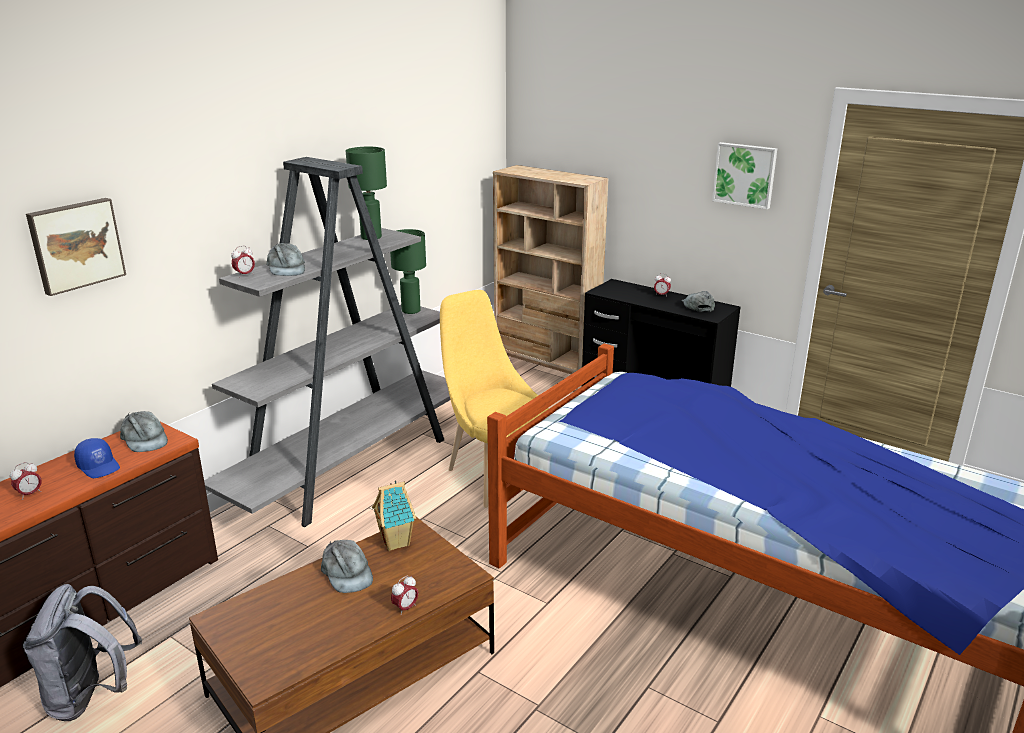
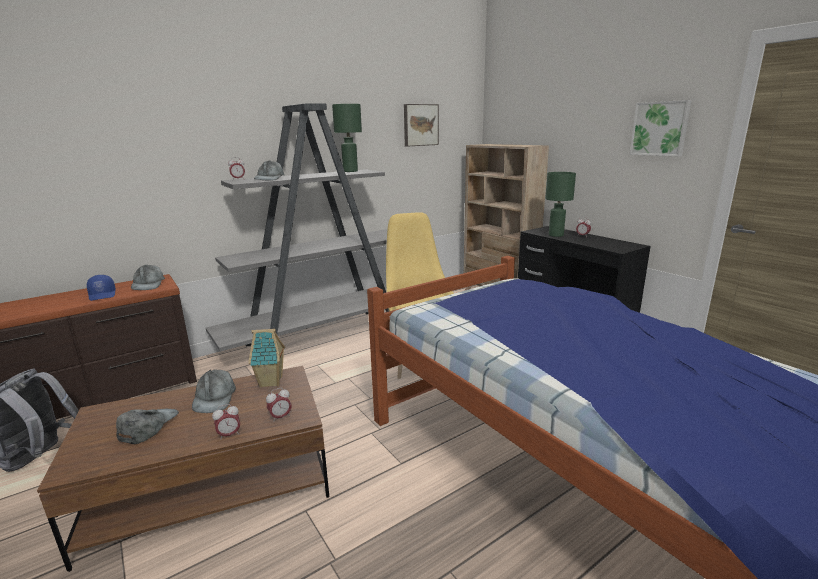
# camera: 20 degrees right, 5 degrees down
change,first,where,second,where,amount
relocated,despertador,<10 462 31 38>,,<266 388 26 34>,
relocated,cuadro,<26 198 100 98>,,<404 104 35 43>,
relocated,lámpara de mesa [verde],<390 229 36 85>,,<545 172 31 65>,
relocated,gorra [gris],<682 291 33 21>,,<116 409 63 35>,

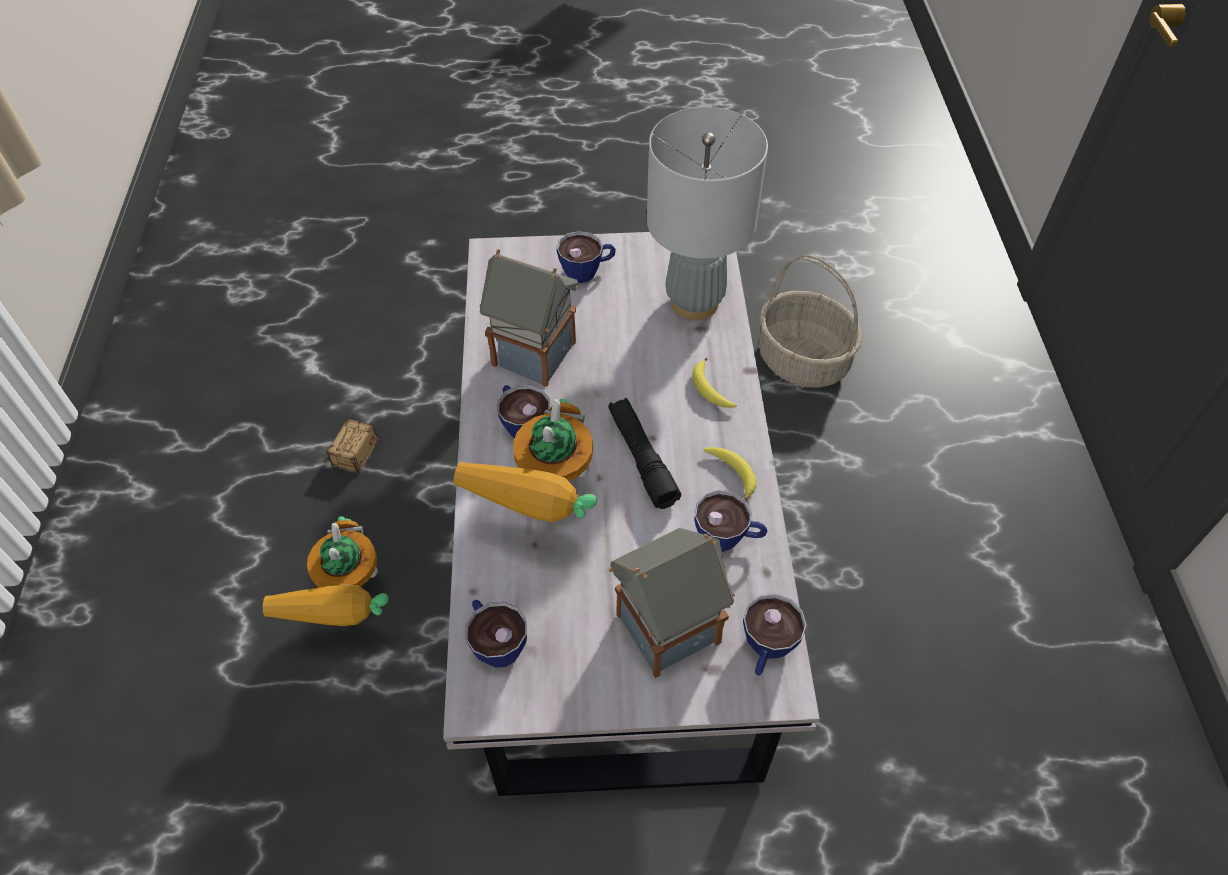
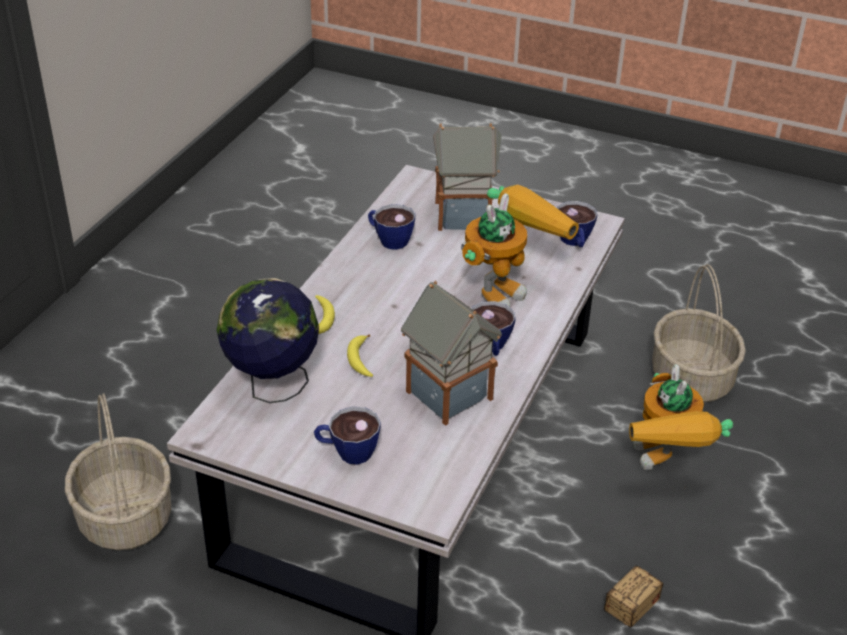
# camera: 155 degrees left, 15 degrees down
change,first,where,second,where,amount
spun,robot de juguete,<263 516 126 110>,,<629 364 104 106>,150 degrees clockwise
missing,linterna [negro],<608 398 73 111>,,,
exchanged,lámpara de mesa [gris],<647 107 121 213>,globo terráqueo,<217 278 102 125>,
relocated,plátano,<704 447 52 53>,,<347 334 26 43>,
missing,taza,<743 594 64 81>,,,
appeared,,,cesta,<652 264 94 139>,

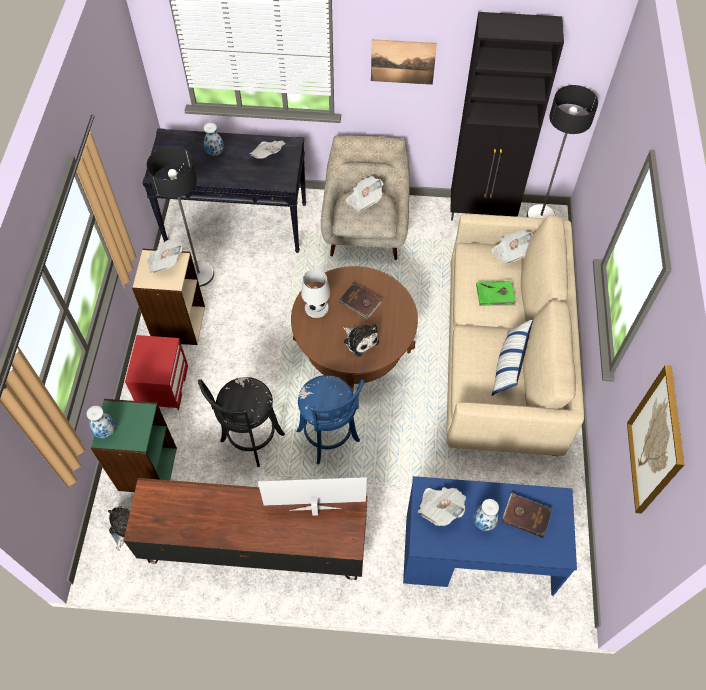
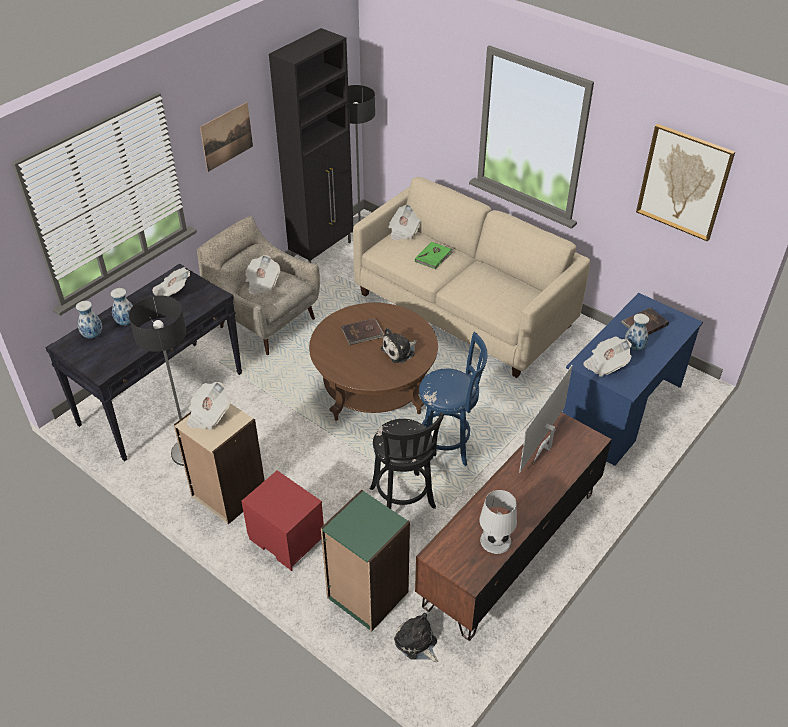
# camera: 55 degrees left, 15 degrees down
change,first,where,second,where,amount
relocated,florero,<87 406 28 32>,,<76 301 26 38>,
relocated,lámpara de mesa [blanco],<301 269 29 49>,,<479 490 38 64>,
spun,peluche,<343 324 36 33>,,<381 328 36 35>,150 degrees clockwise
missing,cojín,<492 318 42 78>,,,

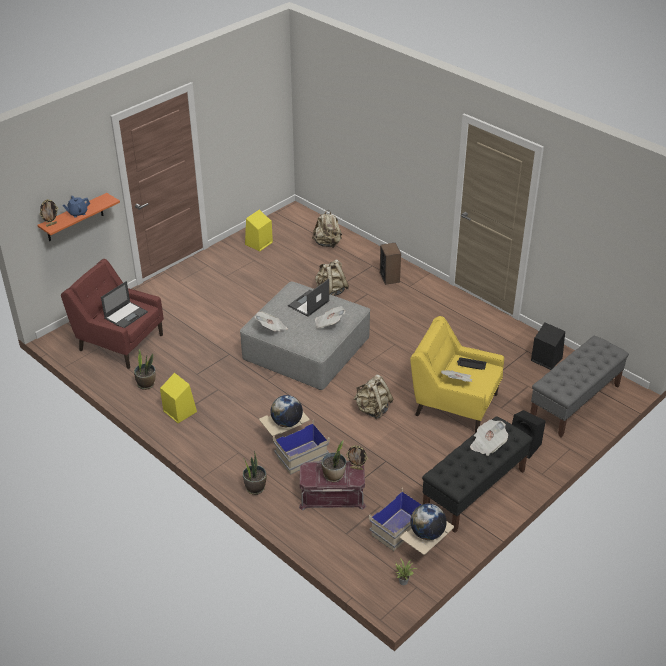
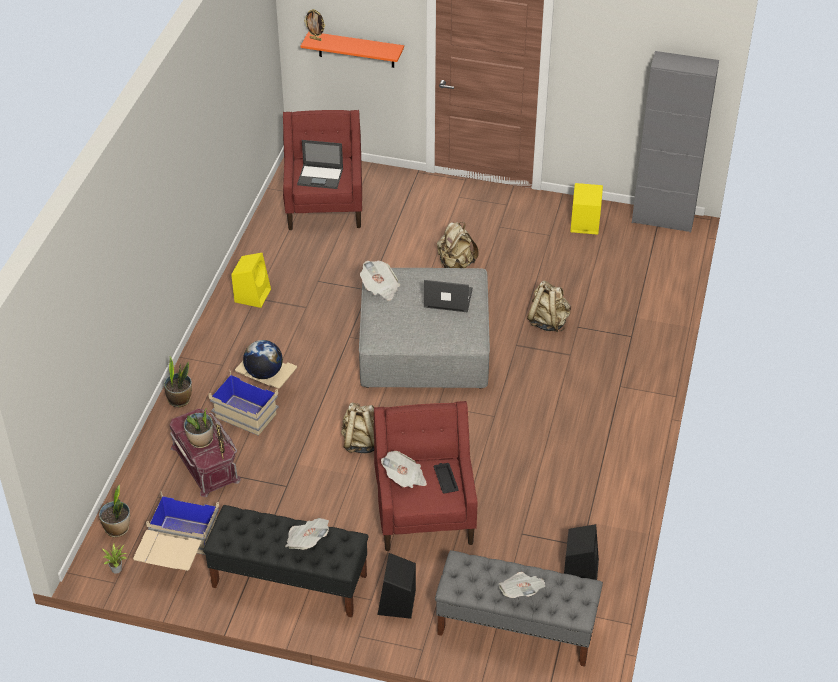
# camera: 60 degrees right, 5 degrees up
change,first,where,second,where,amount
missing,tetera [azul],<62 196 28 21>,,,
relocated,planta en maceta,<134 350 22 40>,,<99 484 31 53>,
relocated,mochila [beis],<312 210 30 38>,,<437 222 42 46>,
relocated,periódico,<315 306 30 22>,,<499 572 46 26>,
missing,altavoz,<380 243 21 42>,,,
colour,sillón [amarillo],<410 316 94 117>,sillón [rojo],<374 401 103 150>,
missing,globo terráqueo,<410 504 37 36>,,,
appeared,,,armario [gris],<632 51 87 182>,

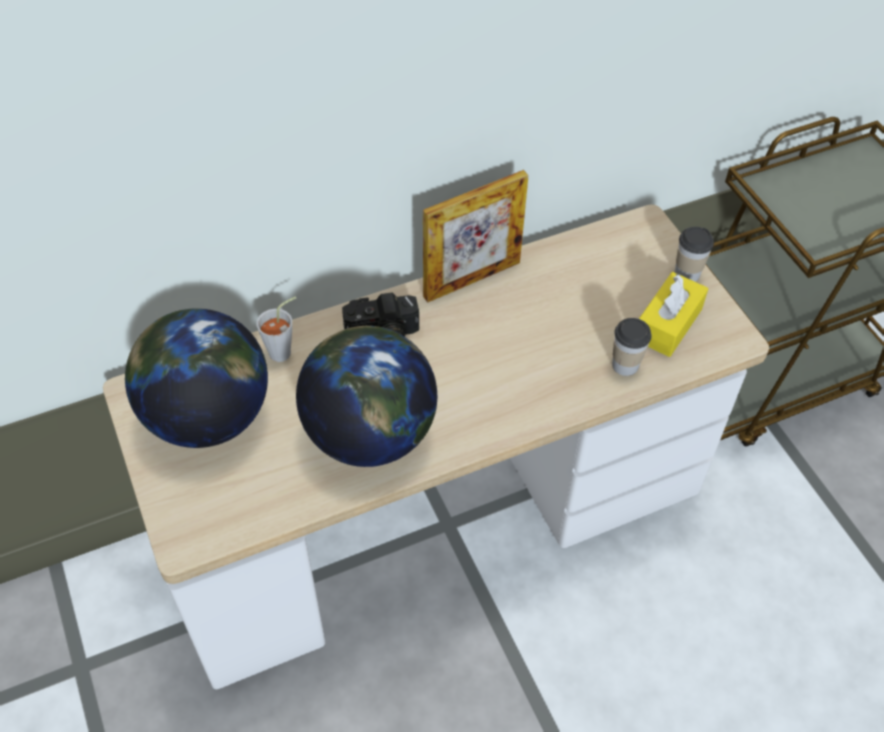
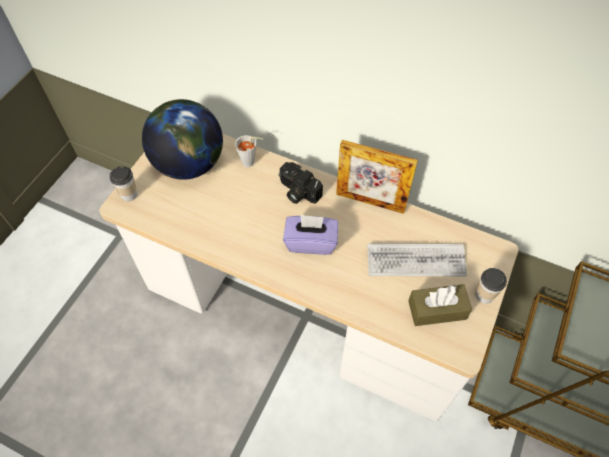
# camera: 50 degrees right, 5 degrees up
change,first,where,second,where,amount
missing,globo terráqueo,<296 326 141 141>,,,
relocated,taza,<612 318 40 58>,,<109 166 29 35>,
colour,caja de pañuelos [amarillo],<639 272 69 85>,caja de pañuelos [marrón],<408 284 64 42>,
appeared,,,caja de pañuelos [morado],<283 214 55 41>,
appeared,,,teclado,<367 244 100 32>,

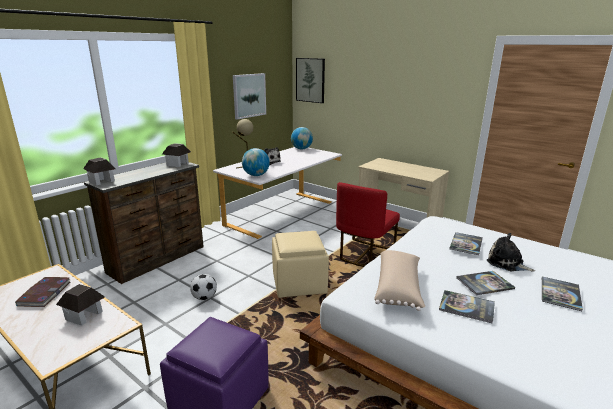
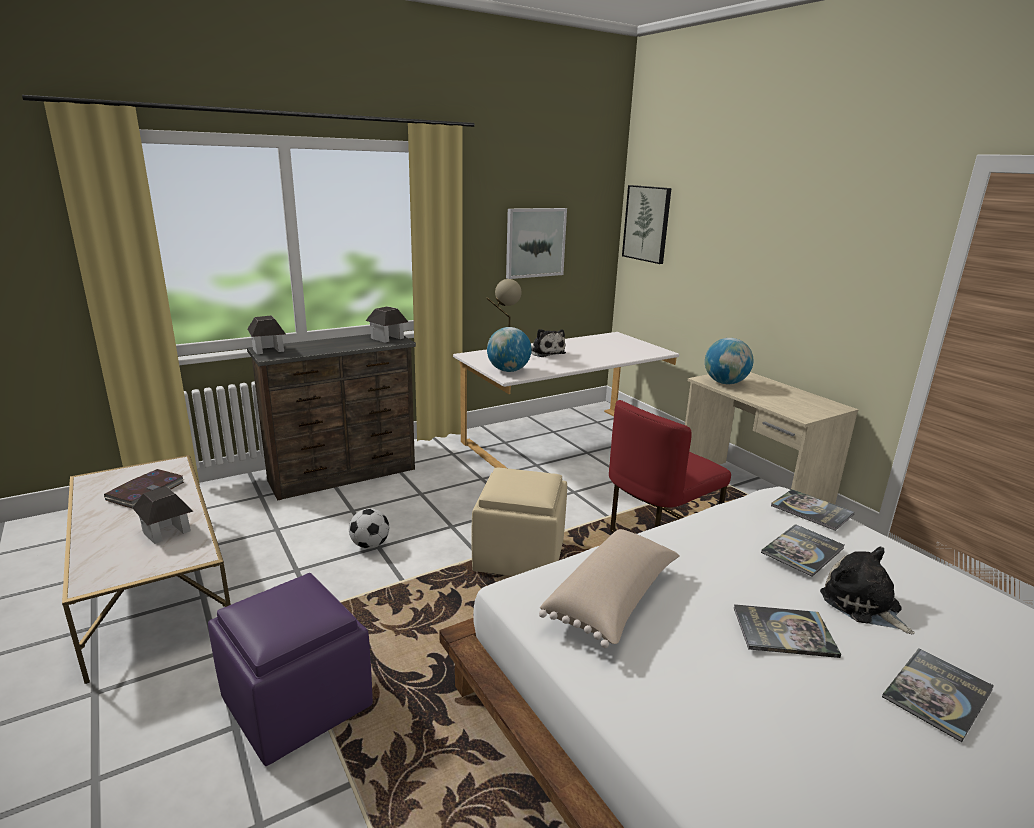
# camera: 20 degrees right, 0 degrees up
change,first,where,second,where,amount
relocated,globo terráqueo,<291 127 22 22>,,<705 338 48 46>,
relocated,libro,<439 290 56 34>,,<771 489 84 42>,

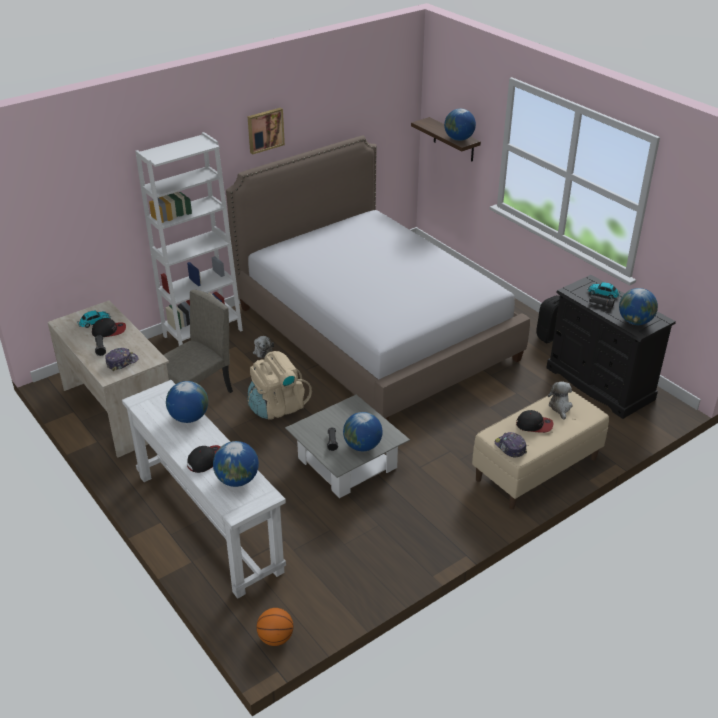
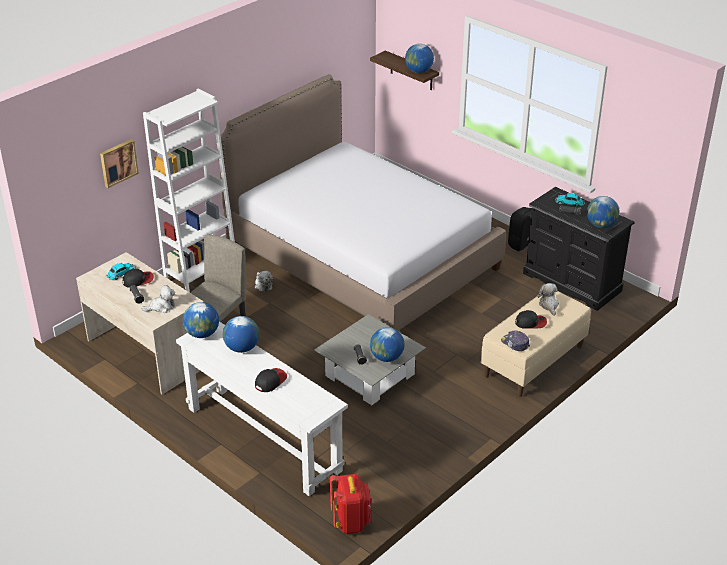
# camera: 10 degrees left, 0 degrees up
change,first,where,second,where,amount
exchanged,gorra,<106 348 33 23>,peluche,<141 285 34 28>,
relocated,globo terráqueo,<213 441 46 46>,,<183 302 36 36>,
relocated,cuadro,<247 108 38 46>,,<100 139 39 49>,
missing,mochila [beis],<247 351 65 69>,,,
exchanged,balón de baloncesto,<257 608 36 38>,mochila [rojo],<330 474 42 60>,

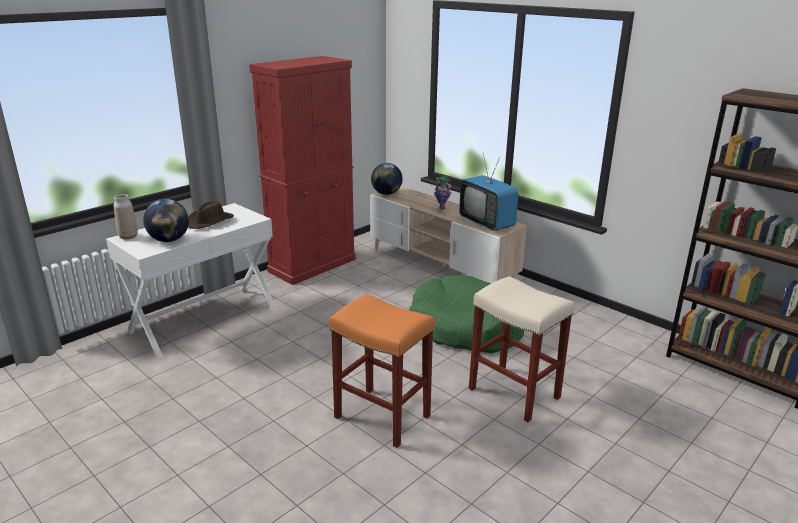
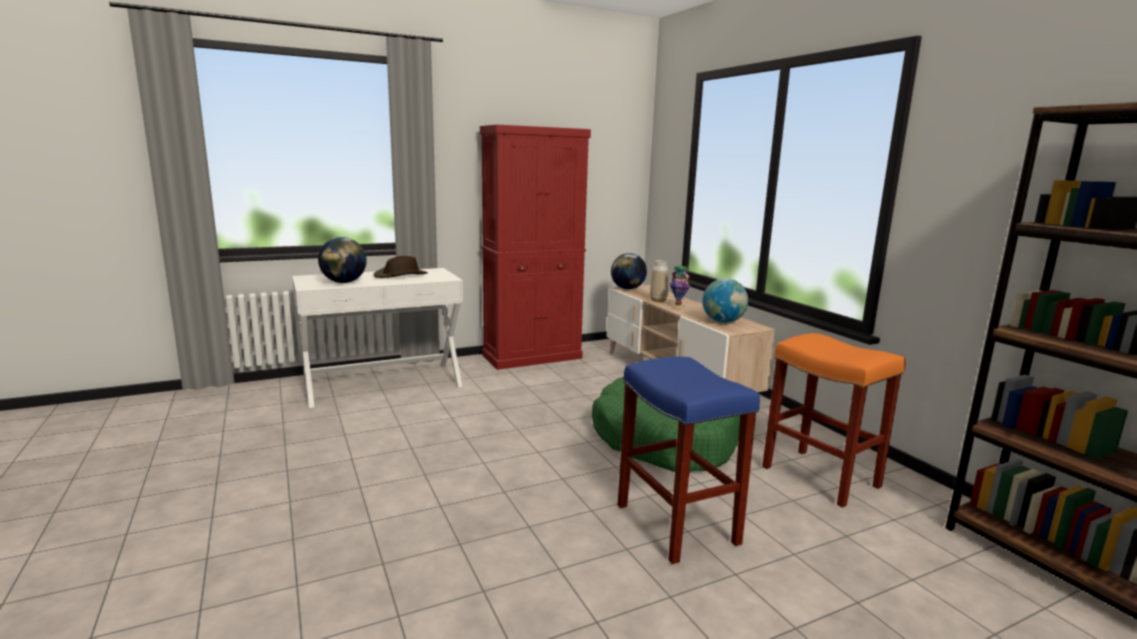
# camera: 20 degrees right, 10 degrees down
change,first,where,second,where,amount
relocated,florero,<114 194 24 46>,,<650 260 18 42>,
relocated,taburete [naranja],<329 294 106 154>,,<762 333 144 175>,
exchanged,televisor,<459 154 60 77>,globo terráqueo,<703 278 45 45>,
colour,taburete [beis],<469 276 106 146>,taburete [azul],<617 356 143 208>,

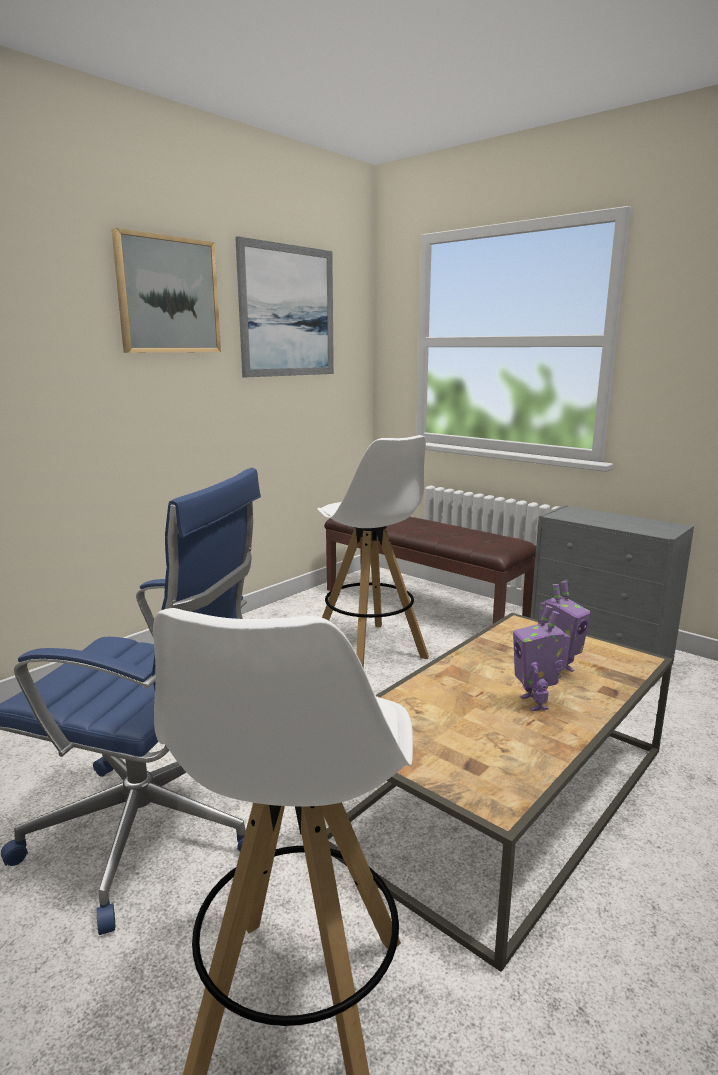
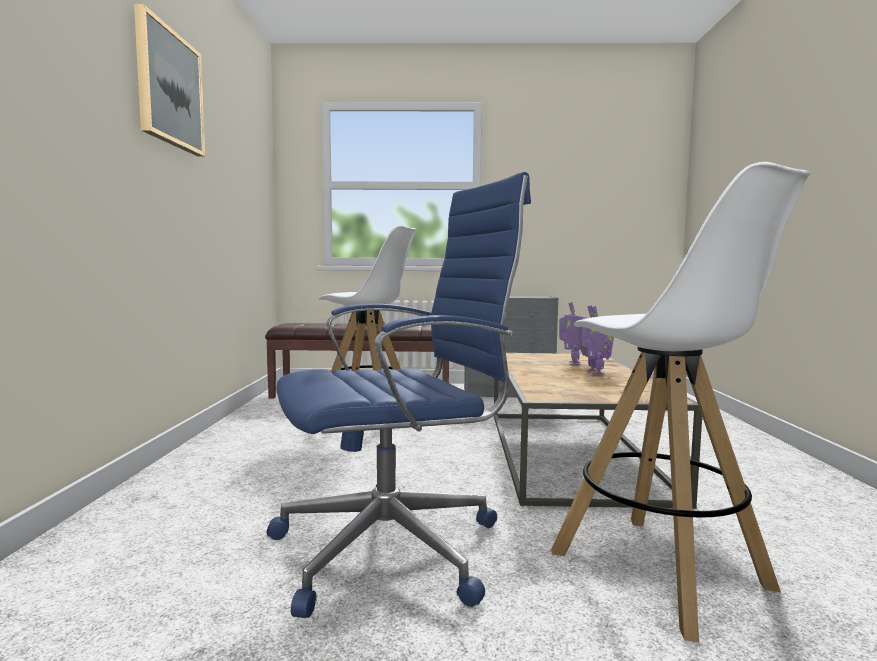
# camera: 40 degrees left, 10 degrees down
change,first,where,second,where,amount
missing,cuadro,<235 236 99 141>,,,
spun,robot de juguete,<513 605 58 106>,,<577 305 37 70>,135 degrees counterclockwise

